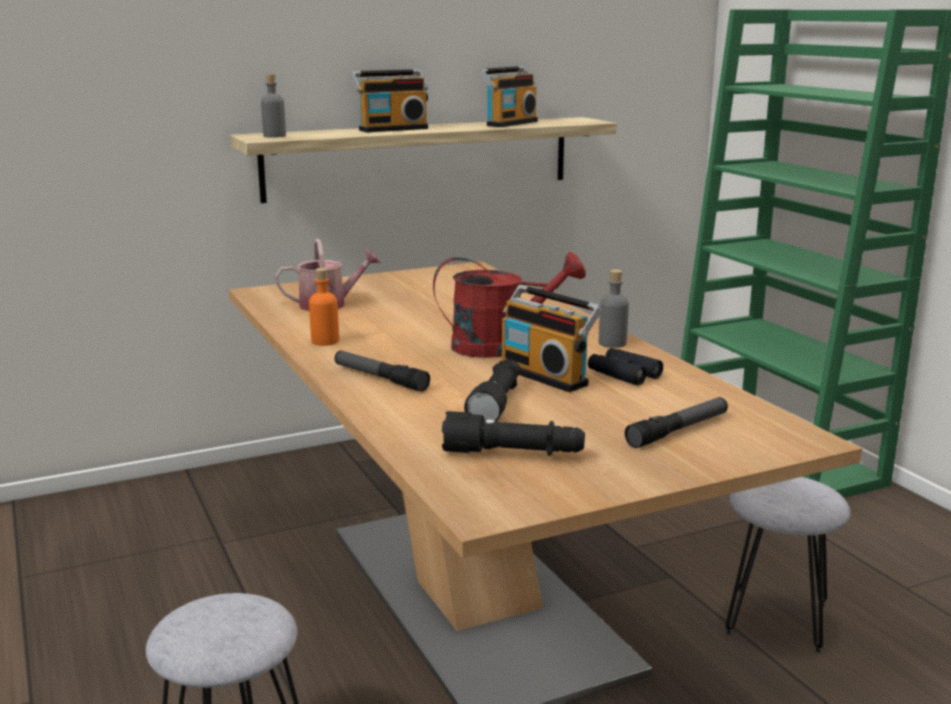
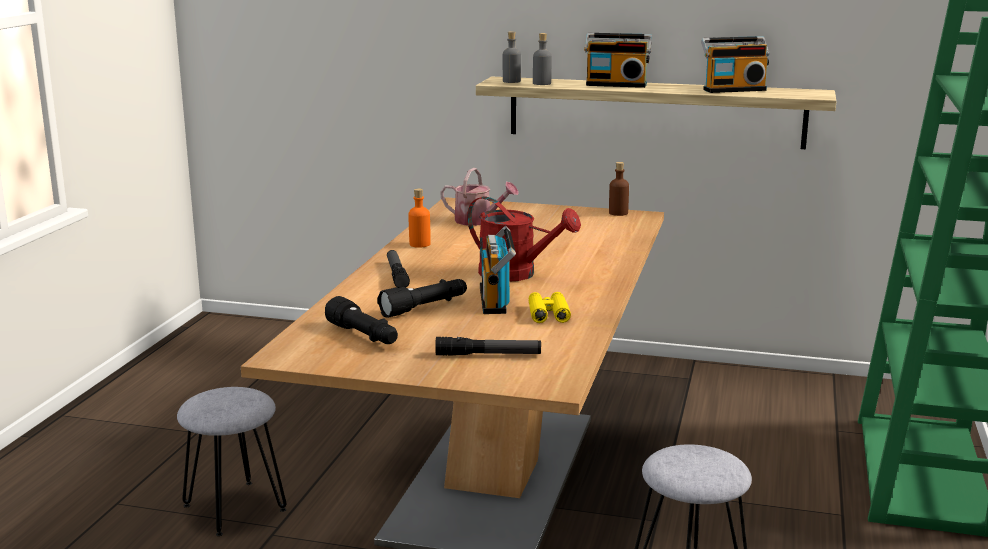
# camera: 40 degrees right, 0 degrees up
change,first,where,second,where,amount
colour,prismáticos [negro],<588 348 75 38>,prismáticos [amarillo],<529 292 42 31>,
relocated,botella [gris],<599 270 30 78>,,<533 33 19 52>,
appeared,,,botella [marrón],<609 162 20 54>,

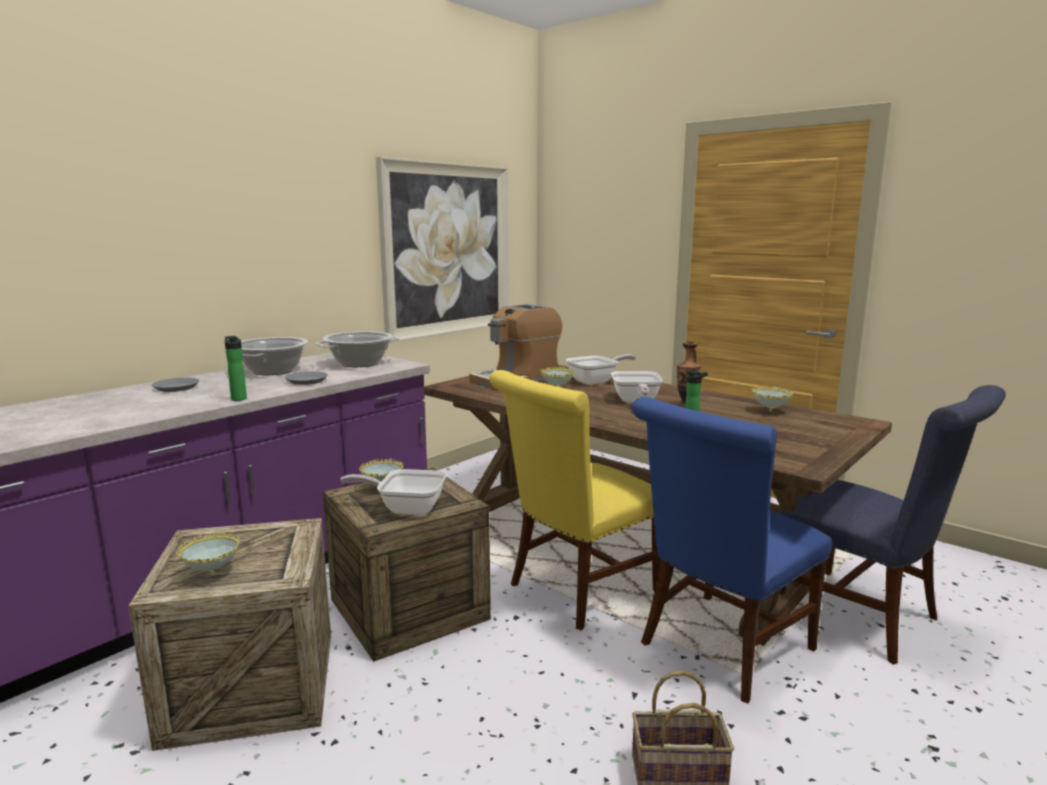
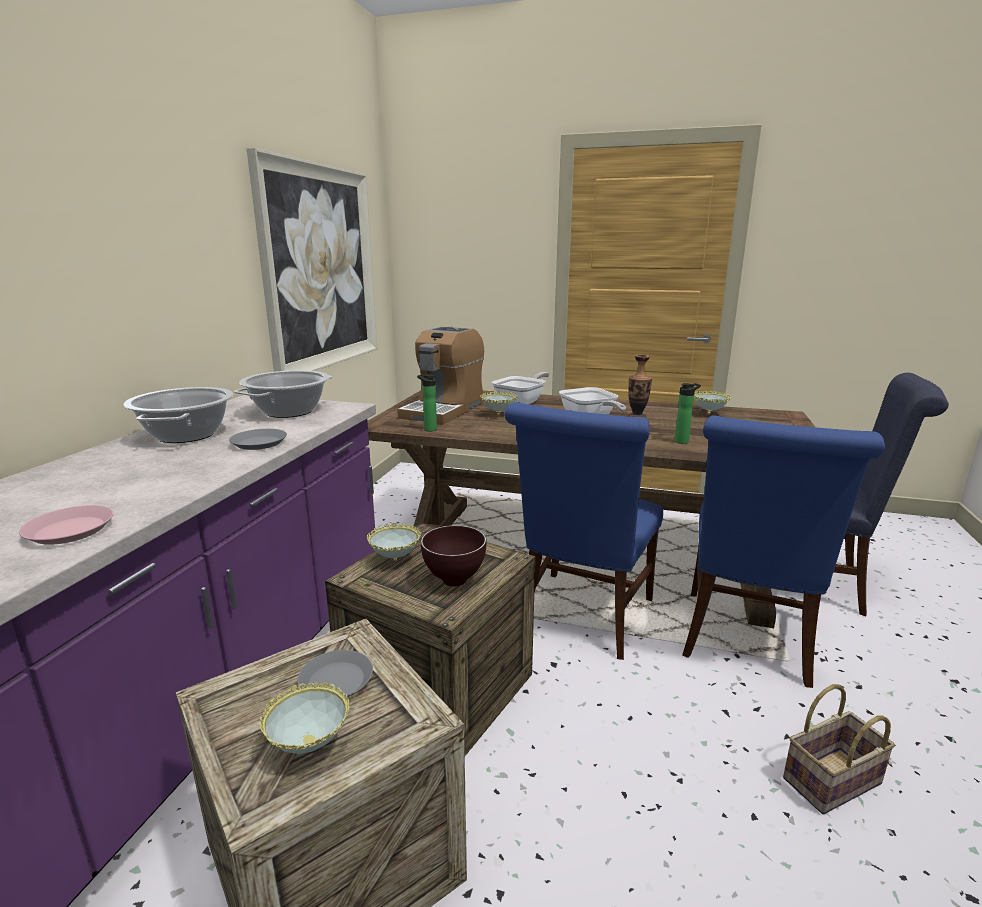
# camera: 25 degrees left, 5 degrees up
change,first,where,second,where,amount
relocated,plato [gris],<152 378 47 14>,,<297 650 76 47>,
relocated,botella,<225 336 22 65>,,<417 374 20 58>,
exchanged,sartén,<340 469 107 47>,cuenco [marrón],<421 525 65 62>,
colour,silla [amarillo],<489 370 171 261>,silla [azul],<504 402 159 258>,
appeared,,,plato [rosa],<19 505 95 40>,

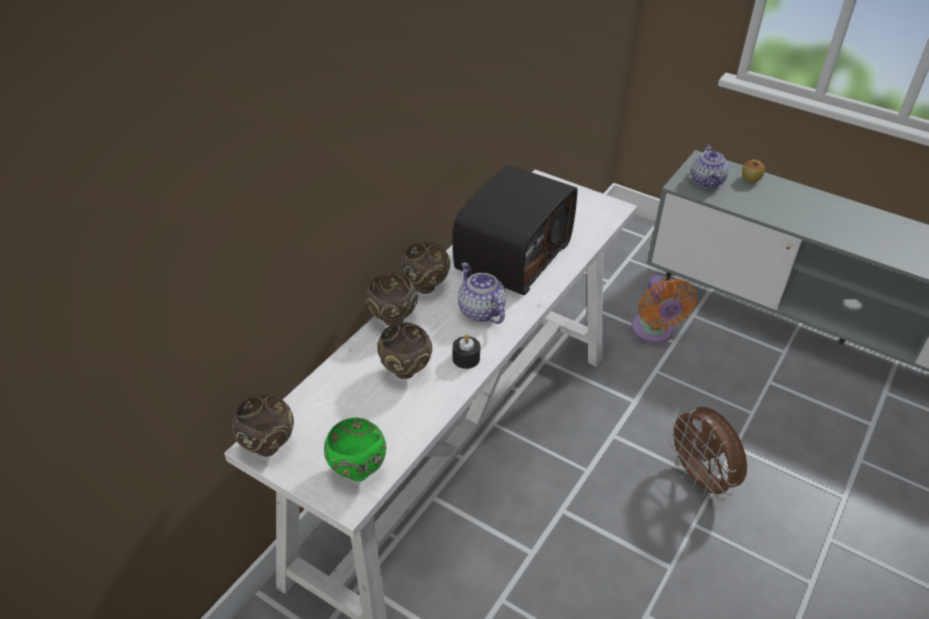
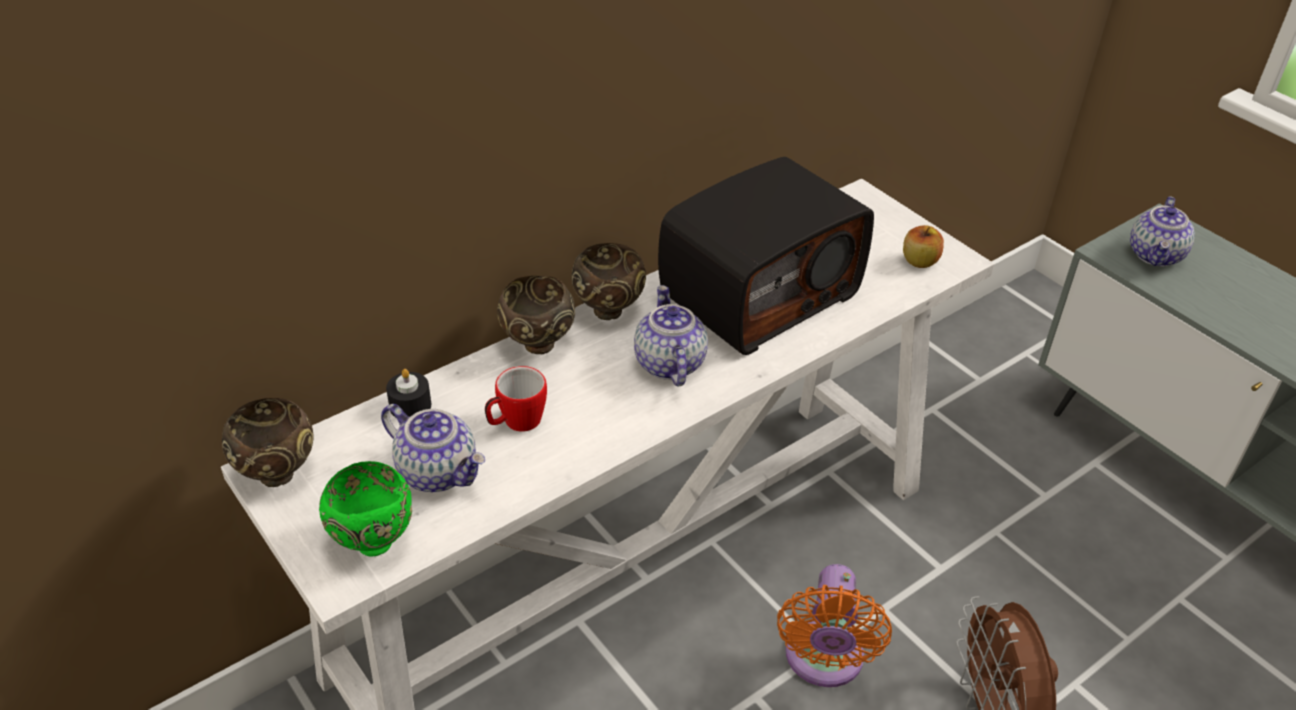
# camera: 20 degrees right, 0 degrees up
change,first,where,second,where,amount
exchanged,cuenco [marrón],<377 322 55 57>,taza grande,<485 366 62 66>,
relocated,vela [negro],<452 334 28 35>,,<386 369 45 48>,
relocated,ventilador [naranja],<631 274 66 69>,,<777 564 115 123>,
relocated,manzana,<742 159 23 24>,,<903 225 41 43>,
appeared,,,tetera,<381 404 104 88>,

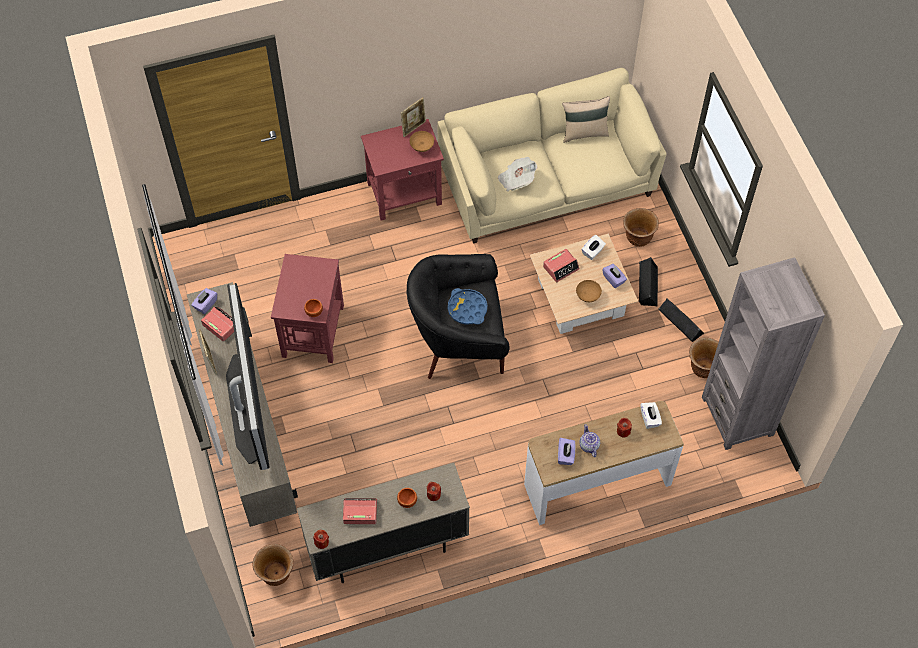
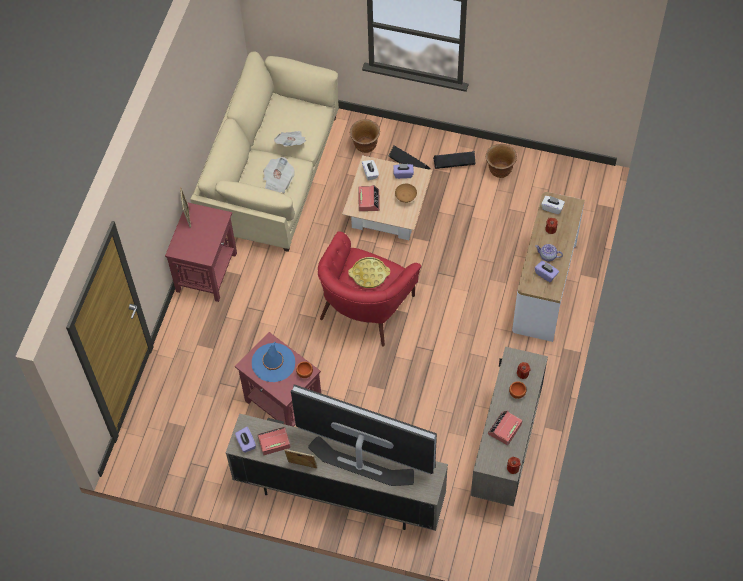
# camera: 55 degrees left, 0 degrees up
change,first,where,second,where,amount
missing,maceta [marrón],<253 544 40 42>,,,
colour,sillón [negro],<407 254 103 125>,sillón [rojo],<318 231 104 116>,
missing,cuenco [marrón],<409 131 25 21>,,,
colour,bandeja [azul],<448 288 39 37>,bandeja [amarillo],<348 257 42 31>,
missing,cojín [beis],<562 96 48 47>,,,
missing,estantería [gris],<702 257 123 193>,,,
appeared,,,sombrero [azul],<252 341 43 41>,
appeared,,,periódico,<274 131 32 15>,

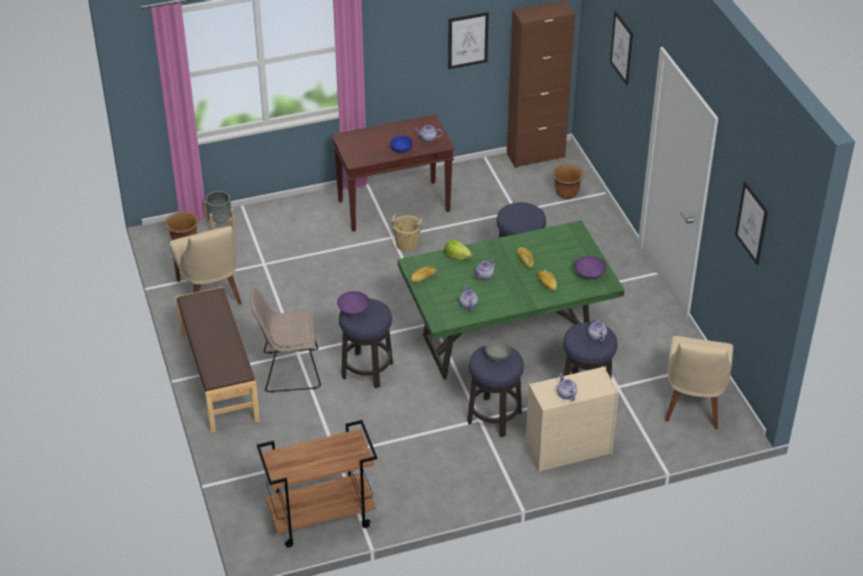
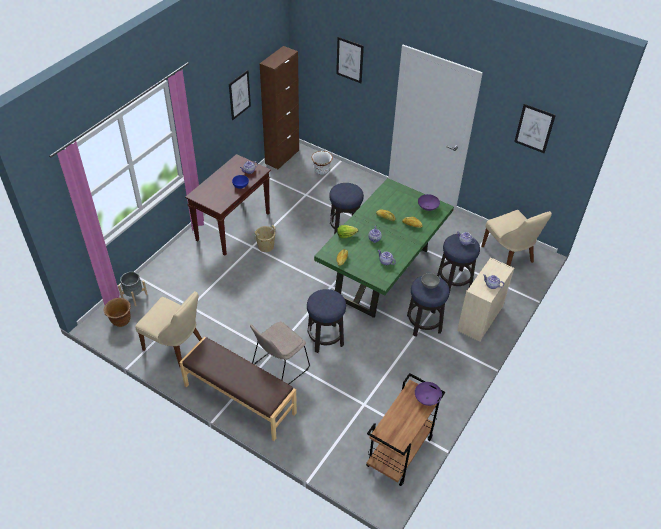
# camera: 40 degrees left, 5 degrees up
change,first,where,second,where,amount
relocated,cuenco [morado],<337 291 33 25>,,<415 382 27 24>,
colour,maceta [marrón],<552 164 32 35>,maceta [blanco],<311 151 22 24>,

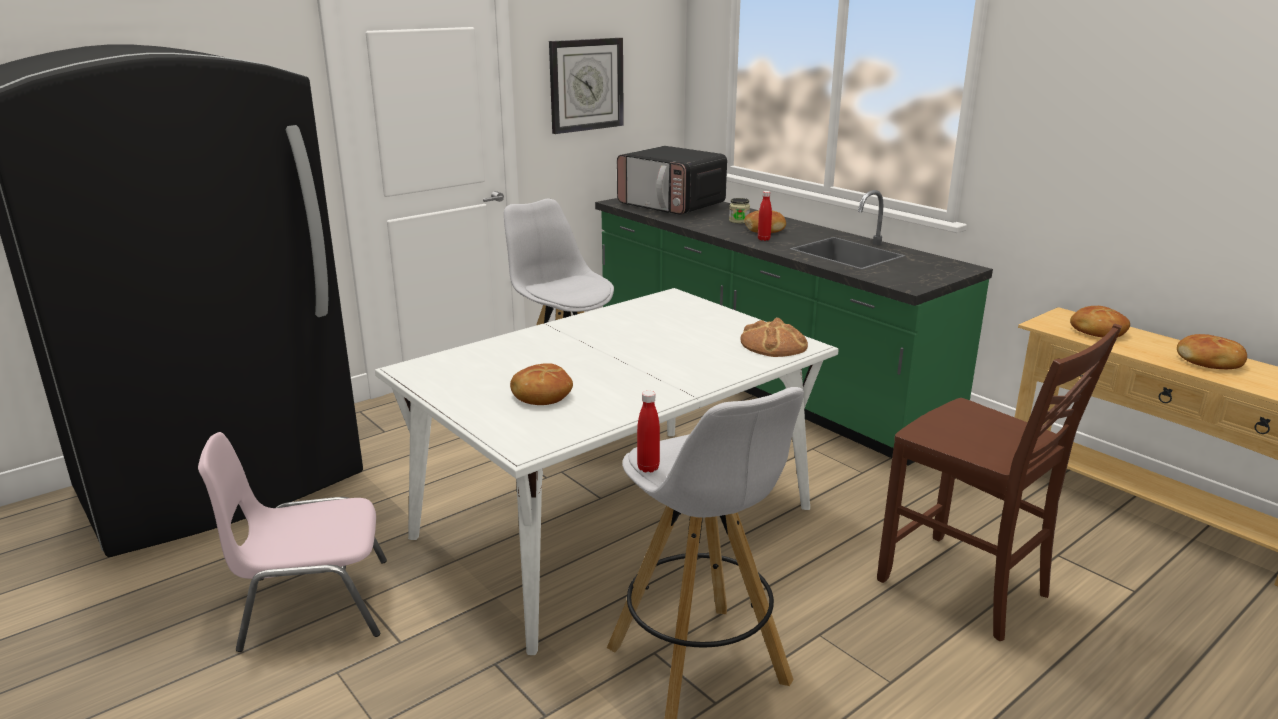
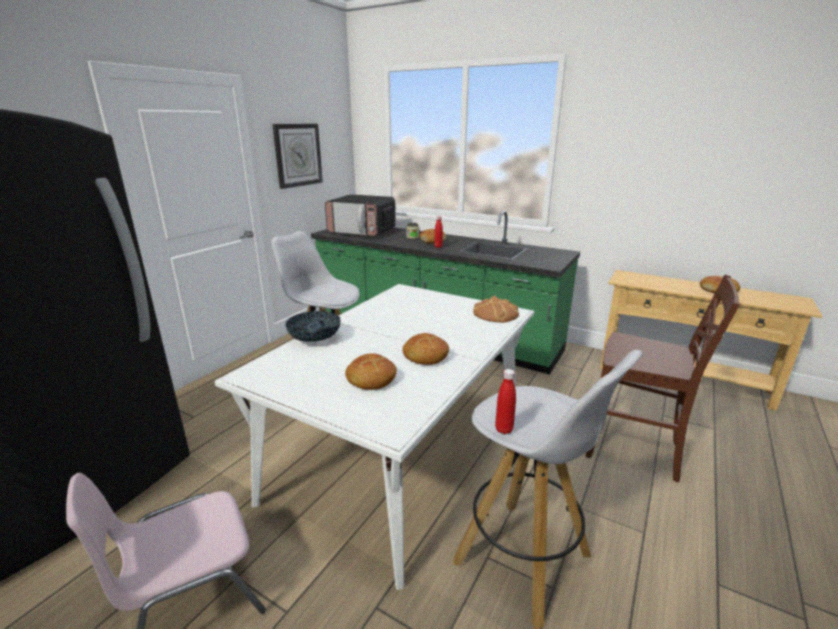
# camera: 20 degrees left, 0 degrees up
change,first,where,second,where,amount
relocated,pan,<1070 306 60 32>,,<402 333 47 32>,
appeared,,,cuenco,<286 311 54 31>,

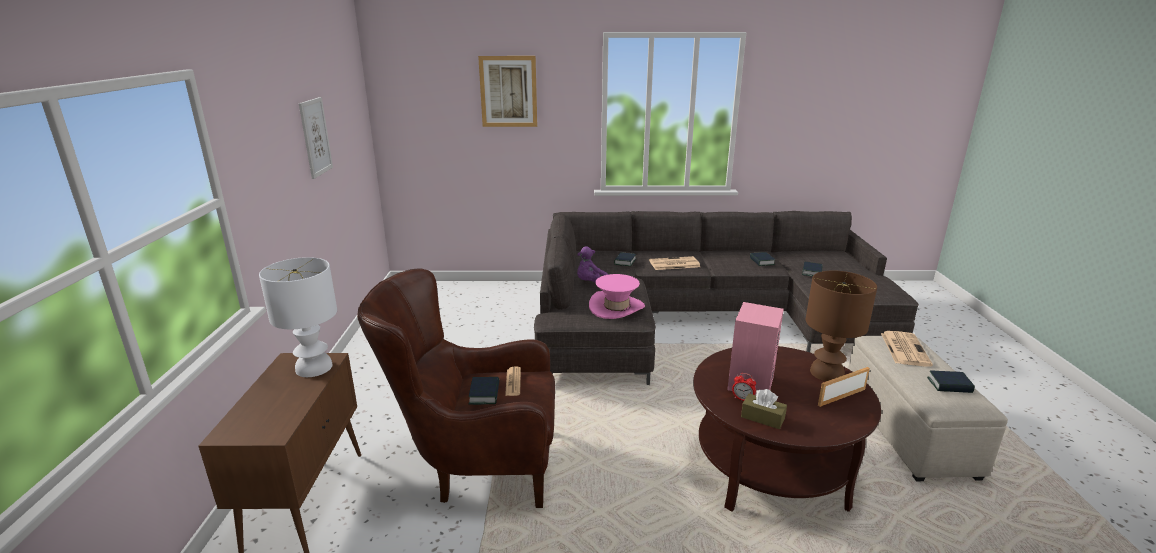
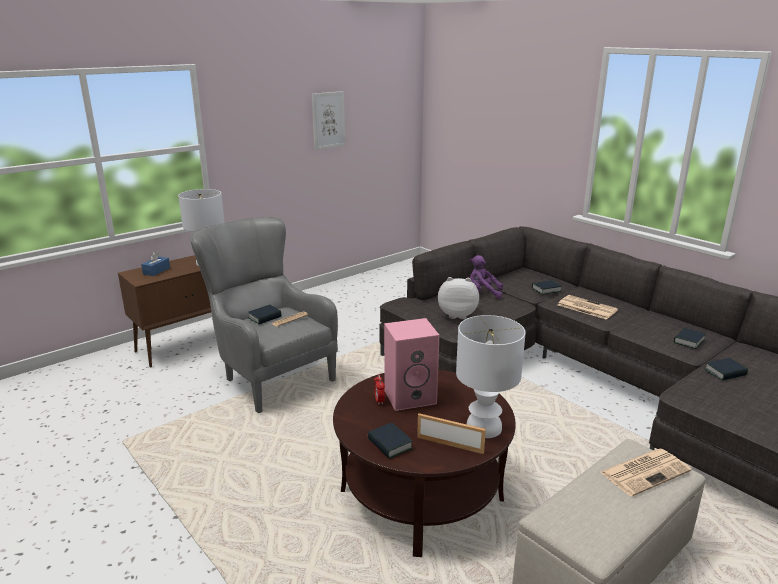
# camera: 50 degrees right, 0 degrees up
change,first,where,second,where,amount
colour,sillón [marrón],<357 268 198 240>,sillón [gris],<190 217 148 196>,
missing,cuadro,<478 56 59 71>,,,
exchanged,sombrero [rosa],<589 274 56 45>,peluche,<438 277 41 42>,
missing,caja de pañuelos [marrón],<741 389 46 40>,,,
colour,lámpara de mesa [marrón],<806 270 71 111>,lámpara de mesa [blanco],<456 315 70 123>,
relocated,libro,<927 371 48 22>,,<368 423 45 36>,
appeared,,,caja de pañuelos [azul],<141 251 29 25>,

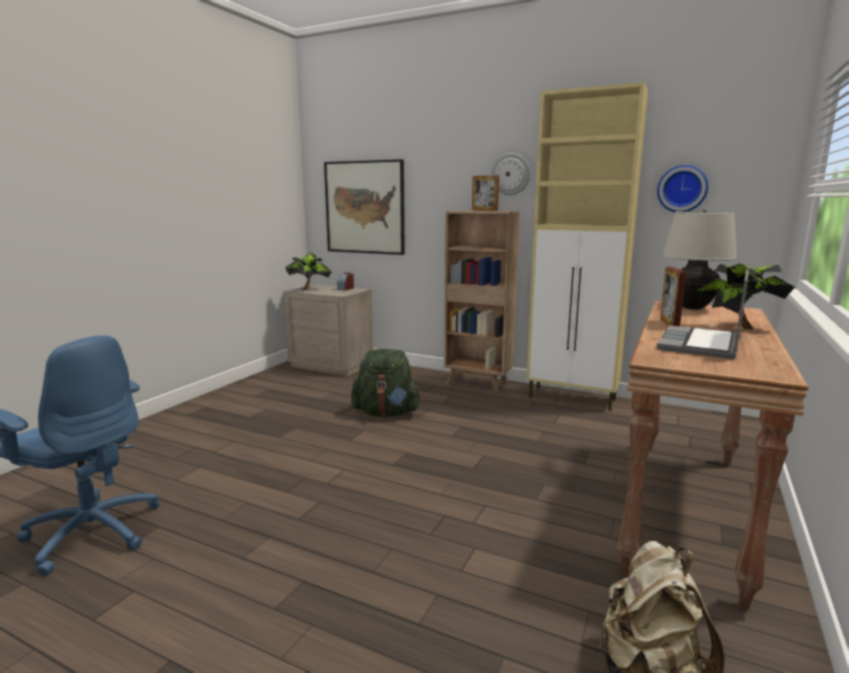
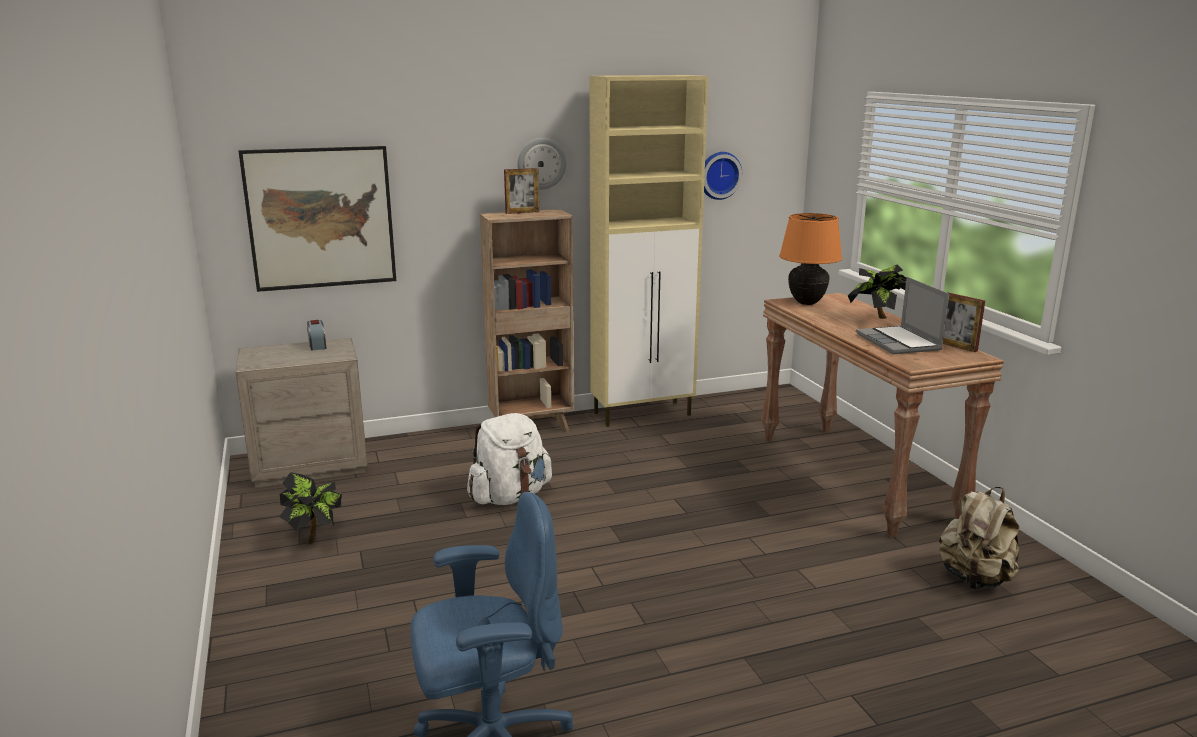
# camera: 45 degrees left, 5 degrees up
change,first,where,second,where,amount
relocated,planta en maceta,<285 253 47 37>,,<279 472 63 72>,
colour,mochila [verde],<351 349 71 68>,mochila [blanco],<467 413 85 92>,
relocated,portarretratos,<660 267 27 59>,,<943 292 42 60>,
colour,lámpara de mesa [beis],<662 210 75 100>,lámpara de mesa [naranja],<779 213 63 92>,

